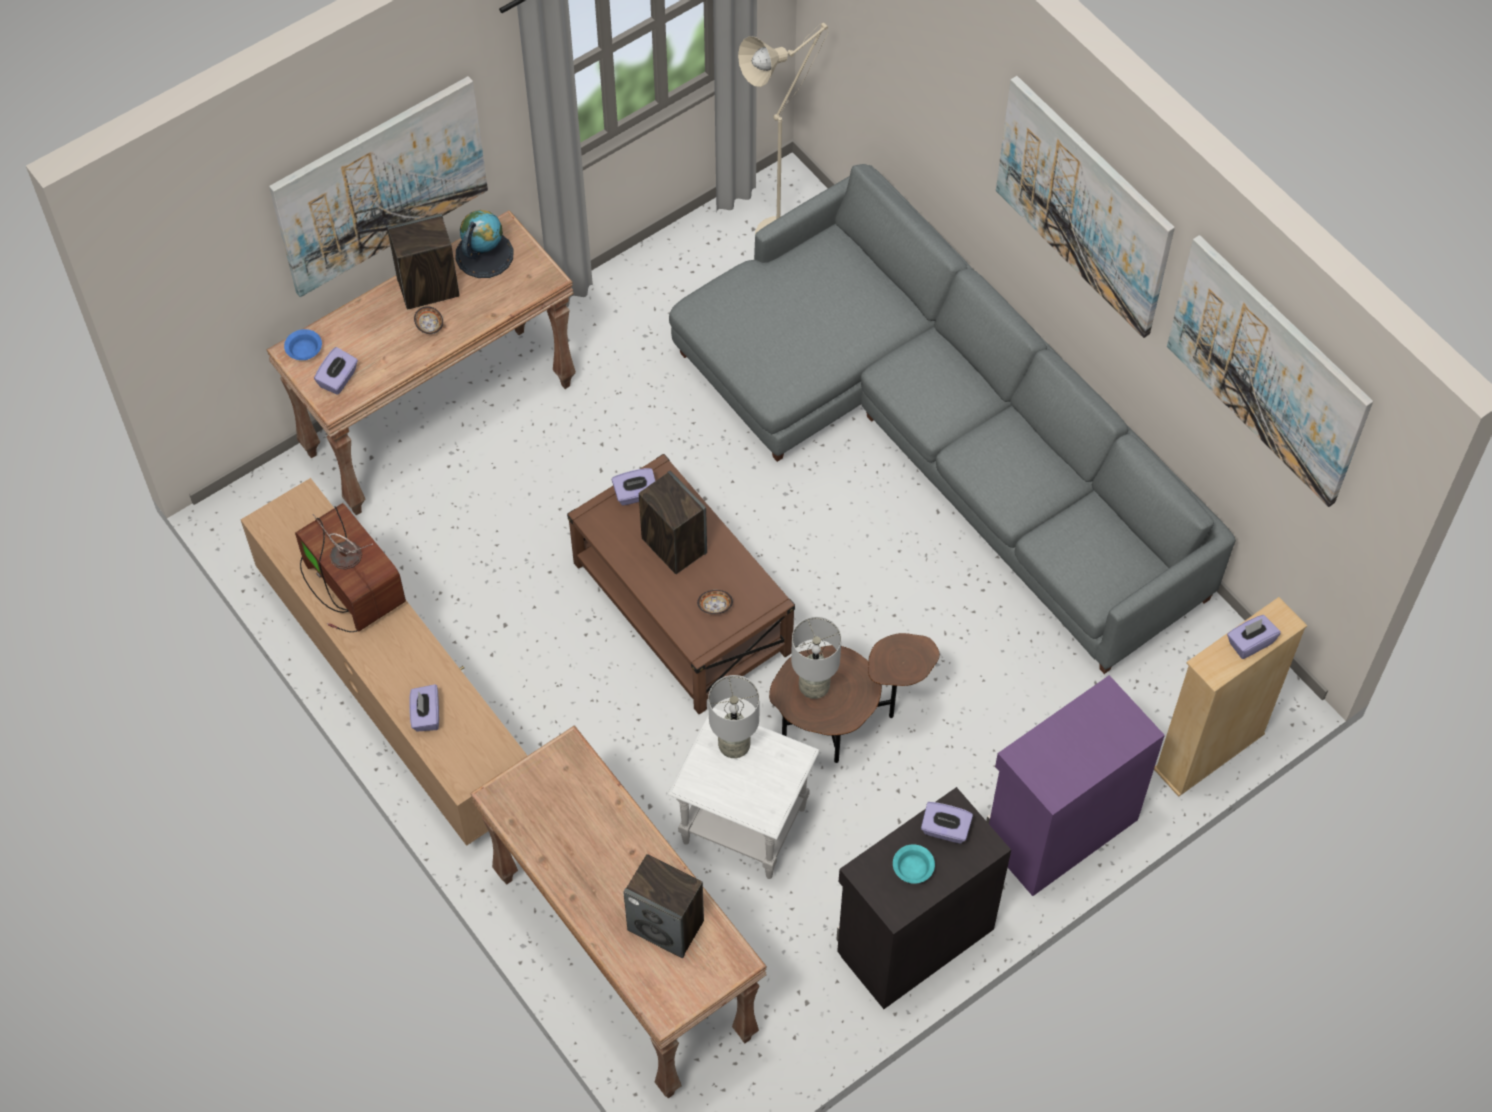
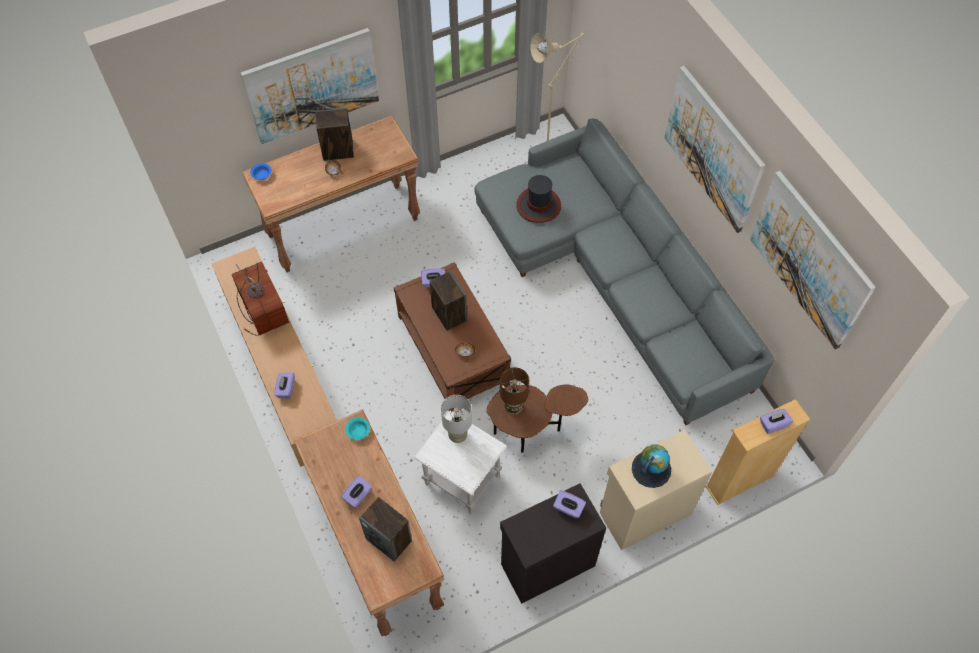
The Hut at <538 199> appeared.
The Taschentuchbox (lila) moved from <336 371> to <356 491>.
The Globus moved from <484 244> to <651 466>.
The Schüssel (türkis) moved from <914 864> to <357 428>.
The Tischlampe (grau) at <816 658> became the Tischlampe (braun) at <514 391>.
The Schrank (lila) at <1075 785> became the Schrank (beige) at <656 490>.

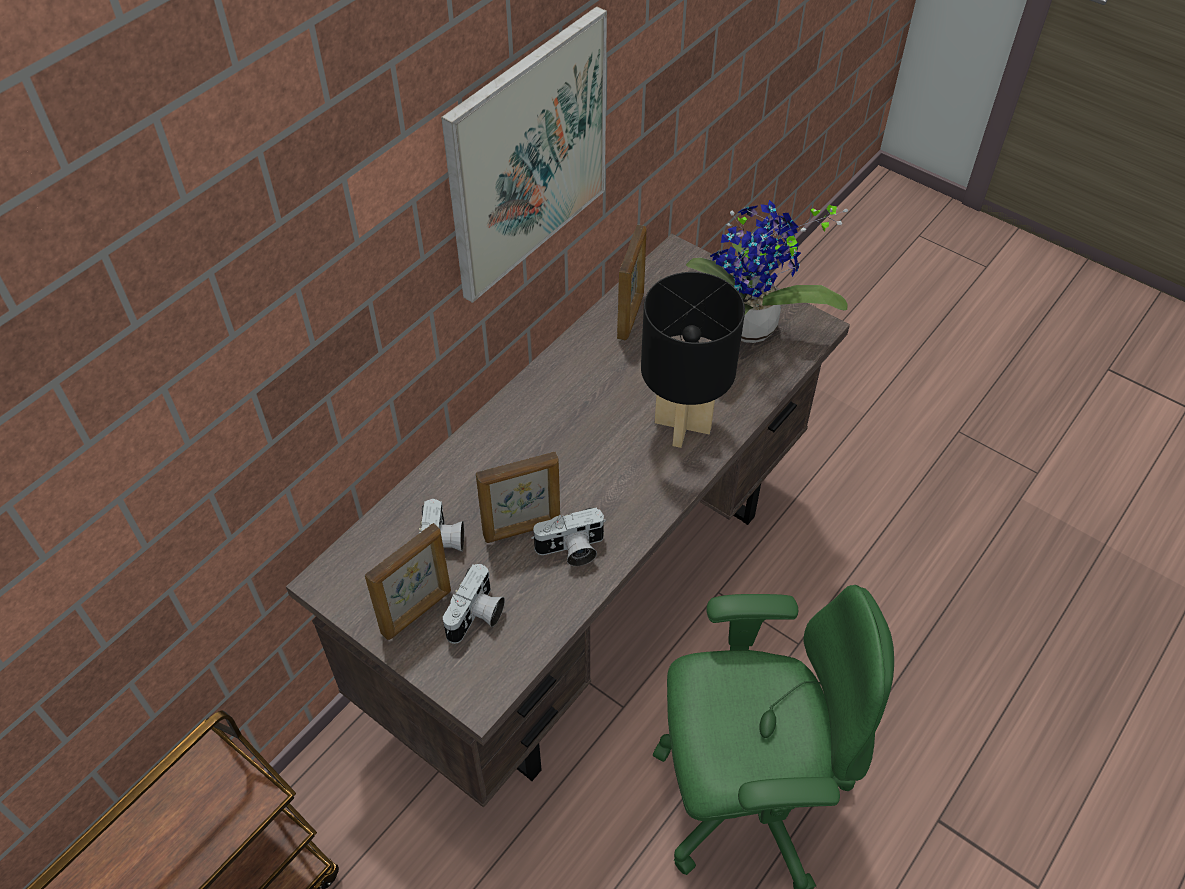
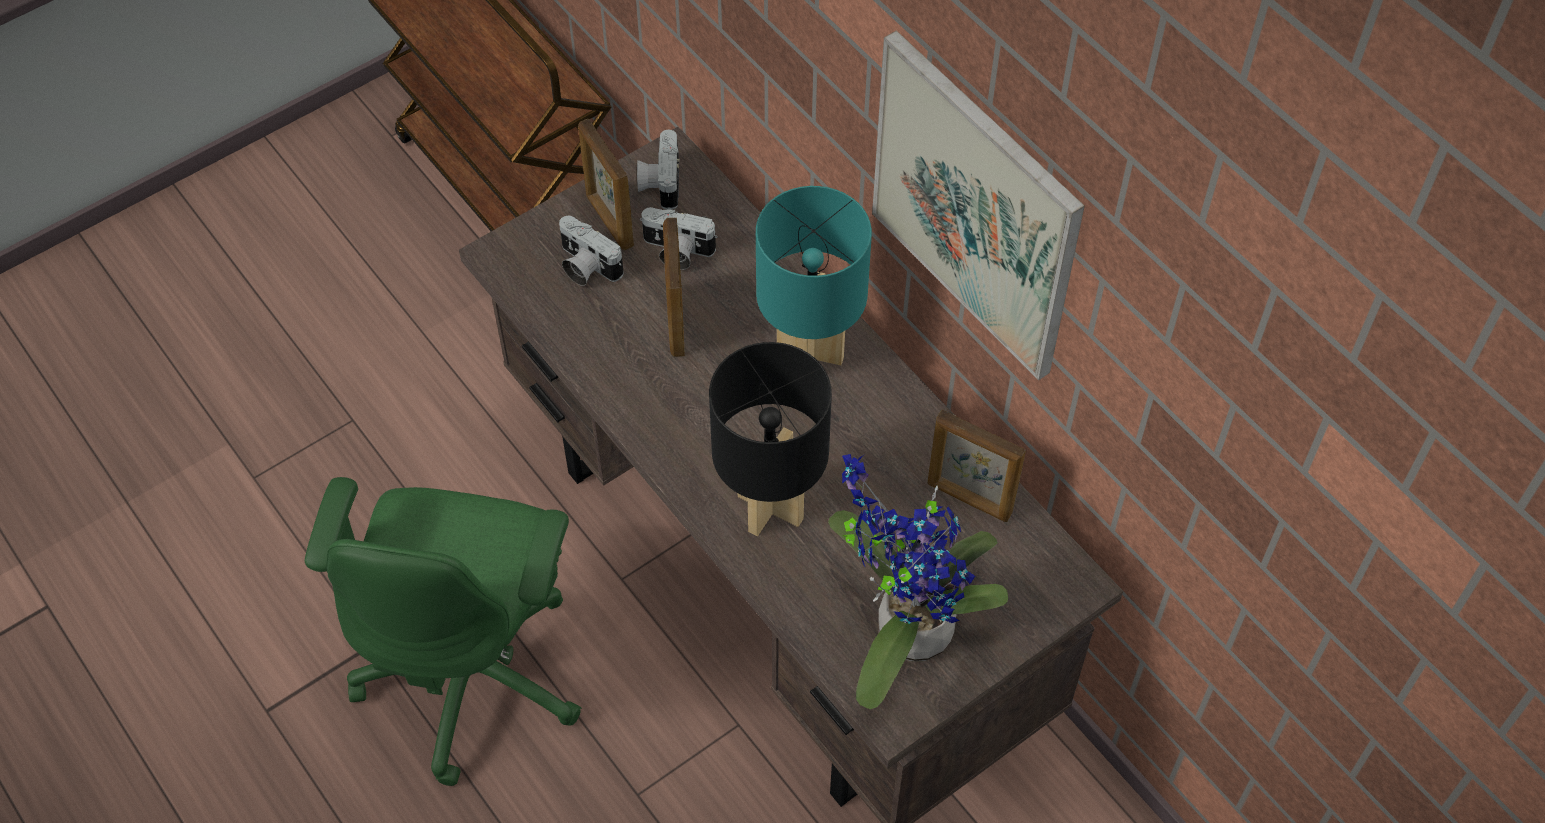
The Tischlampe (türkis) at <814 275> appeared.
The Kamera moved from <568 536> to <658 169>.

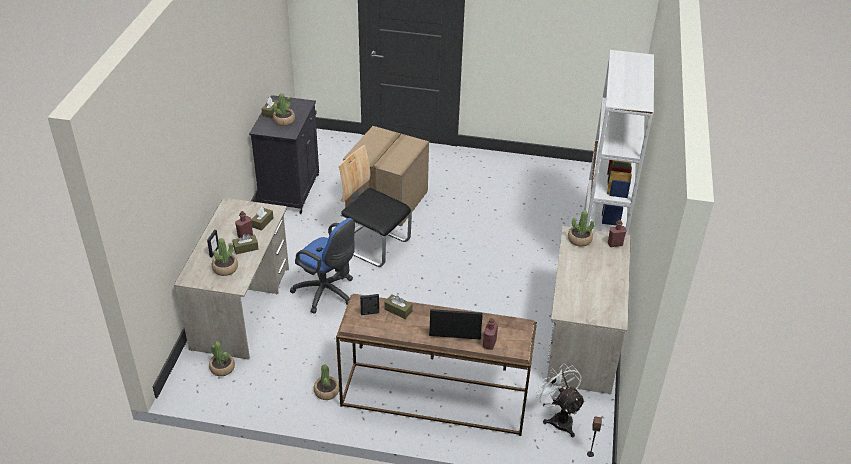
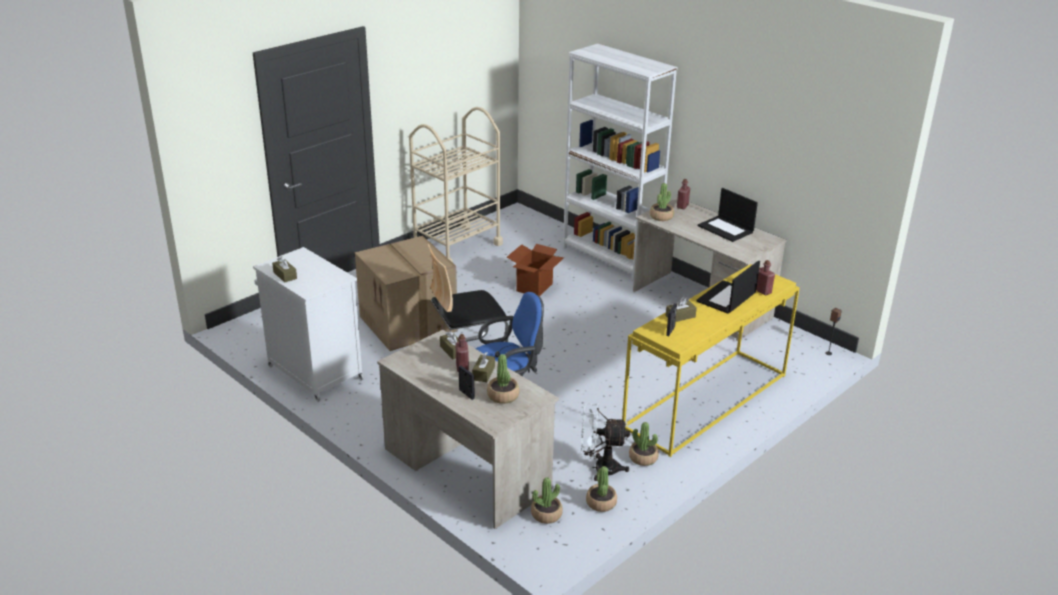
The Rollwagen (beige) at <456 185> appeared.
The Karton at <535 270> appeared.
The Laptop at <728 215> appeared.
The Topfpflanze moved from <284 109> to <601 489>.
The Ventilator (weiß) moved from <560 400> to <605 442>.
The Schrank (schwarz) at <284 154> became the Schrank (weiß) at <308 324>.
The Konsolentisch (braun) at <436 365> became the Konsolentisch (gelb) at <711 360>.

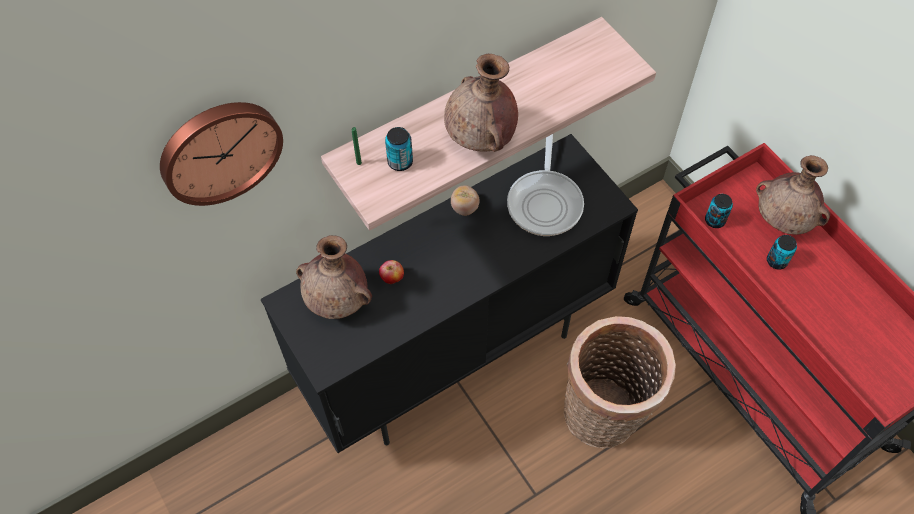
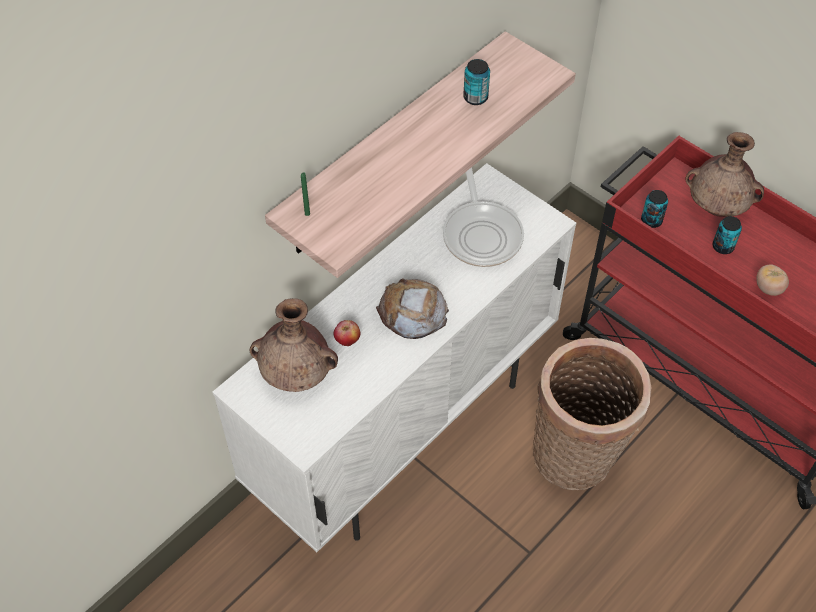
The Wanduhr at <221 154> disappeared.
The Vase (braun) at <481 103> disappeared.
The Brot at <412 308> appeared.
The Dose moved from <399 149> to <476 82>.
The Tomate moved from <465 200> to <772 280>.
The Schrank (schwarz) at <449 293> became the Schrank (weiß) at <394 357>.

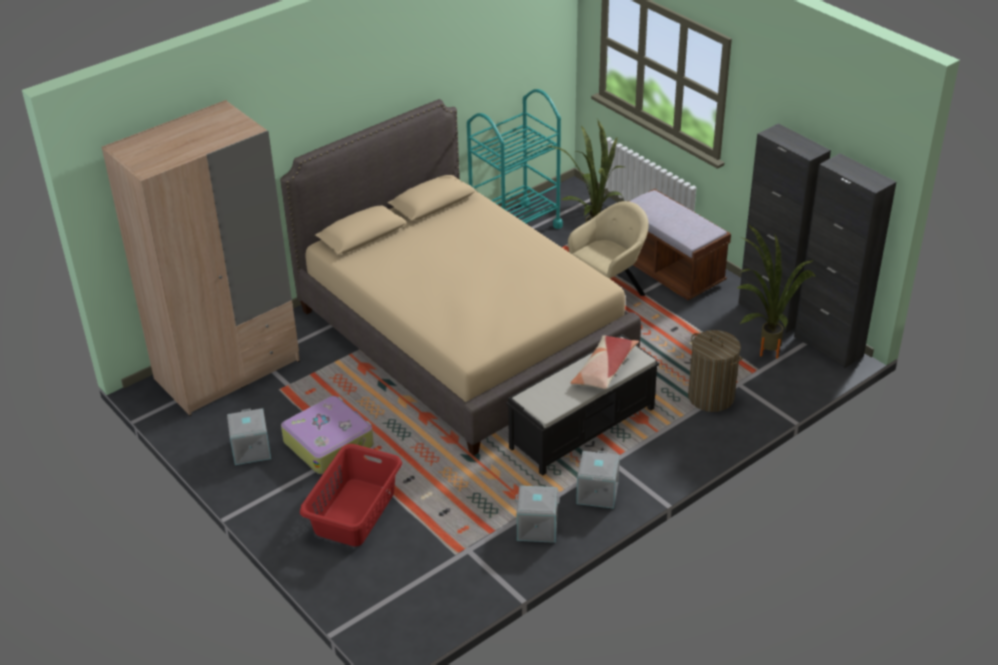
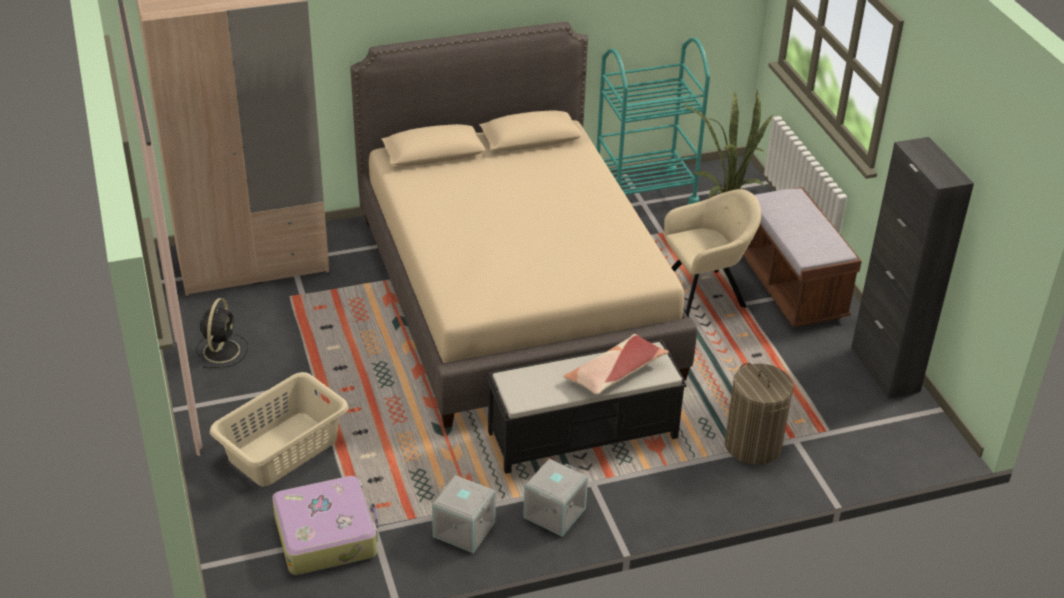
The Topfpflanze at <776 291> disappeared.
The Schrank (schwarz) at <845 261> disappeared.
The Koffer moved from <327 435> to <325 525>.
The Aufbewahrungsbox (grau) at <249 436> was replaced by the Ventilator (schwarz) at <222 333>.
The Wäschekorb (rot) at <351 495> became the Wäschekorb (beige) at <279 429>.

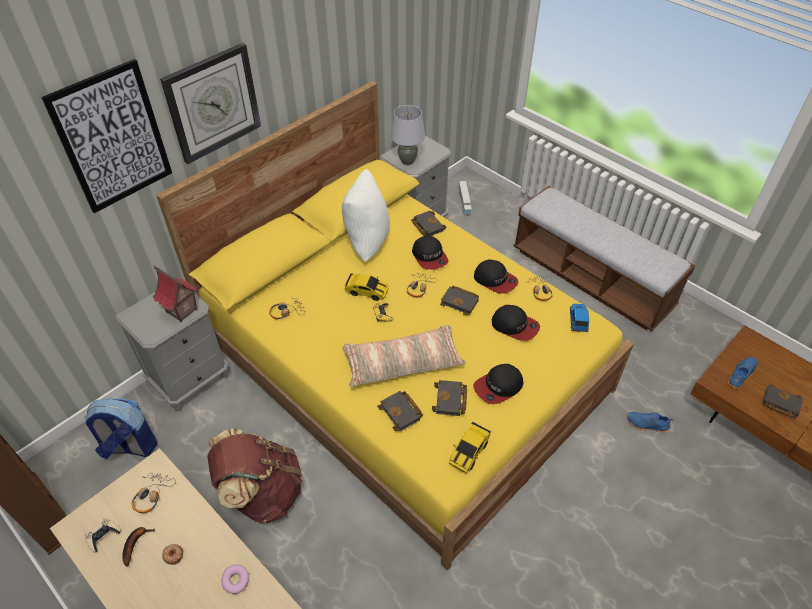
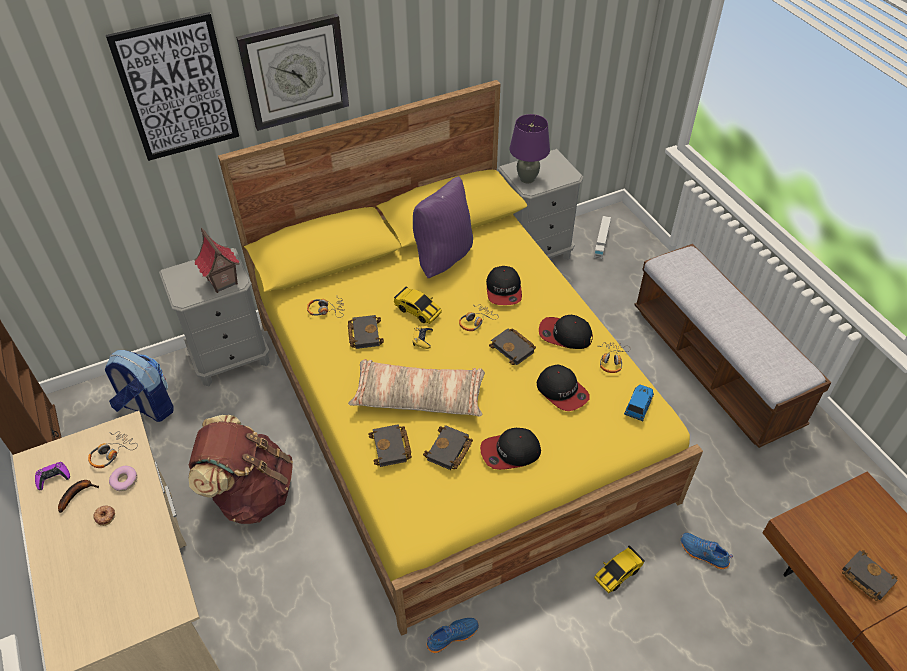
The Donut moved from <235 579> to <123 478>.
The Buch (schwarz) moved from <428 223> to <366 332>.
The Spielzeugauto moved from <470 447> to <619 569>.
The Schuh (blau) moved from <743 373> to <453 635>.
The Gamepad (beige) at <103 535> became the Gamepad (lila) at <52 476>.
The Kissen (weiß) at <366 215> became the Kissen (lila) at <443 227>.
The Tischlampe (grau) at <407 135> became the Tischlampe (lila) at <530 149>.
The Kappe at <496 276> turned 135 degrees clockwise.

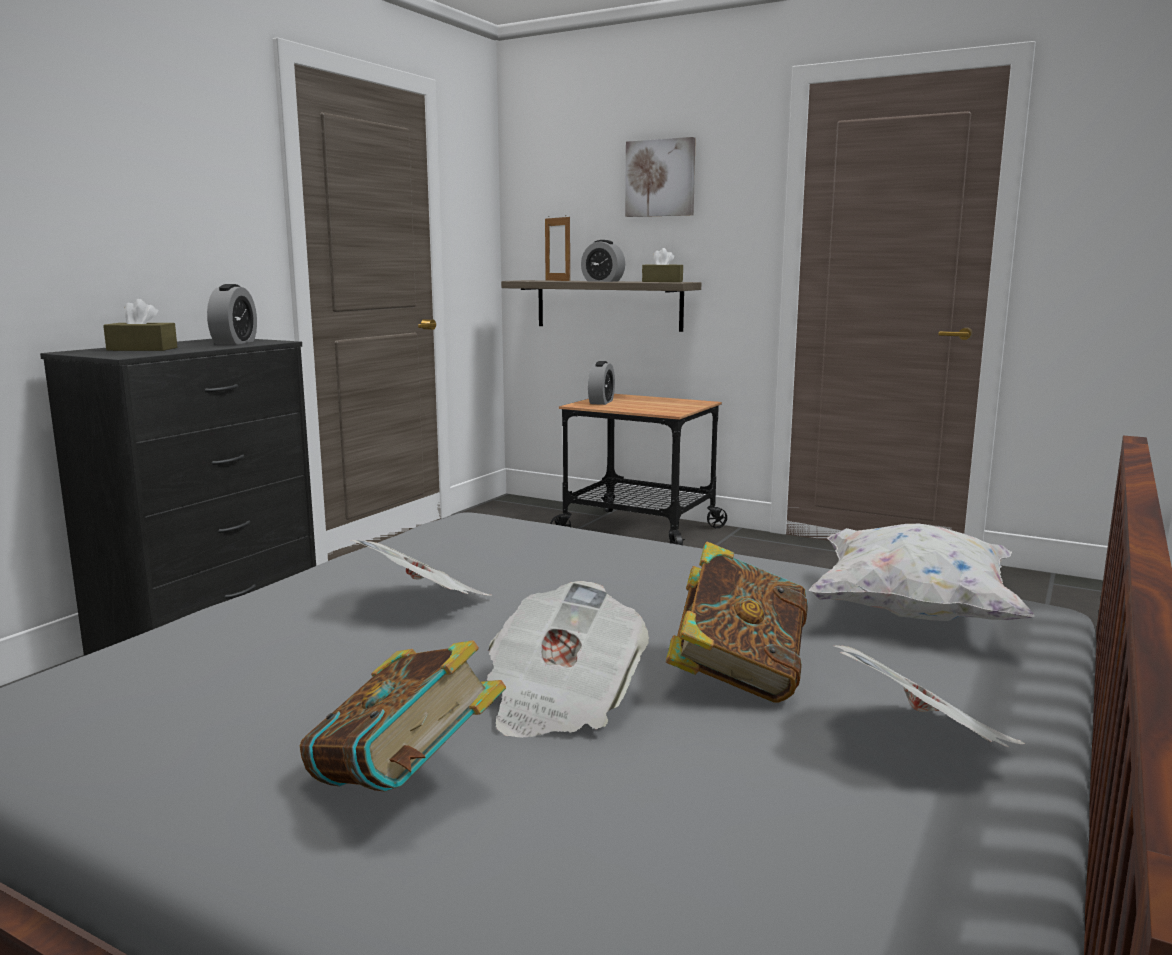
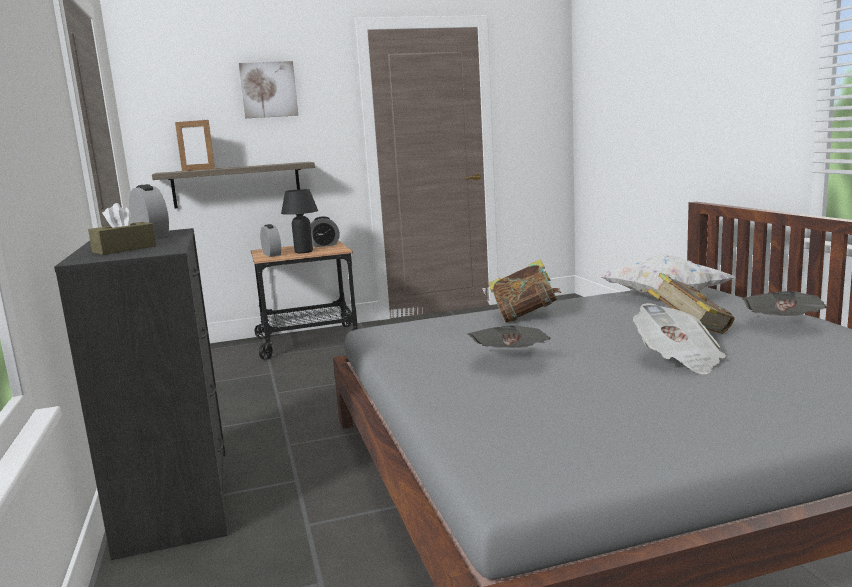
The Taschentuchbox (braun) at <662 265> disappeared.
The Tischlampe (schwarz) at <299 221> appeared.
The Buch moved from <403 716> to <524 291>.
The Wecker moved from <603 261> to <325 231>.

